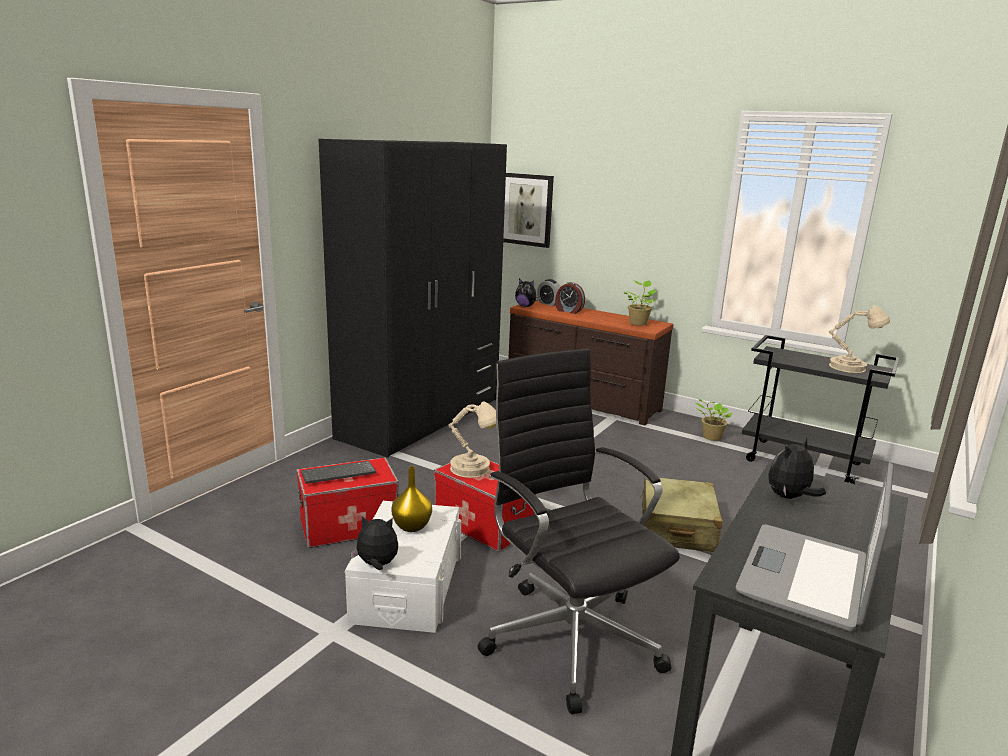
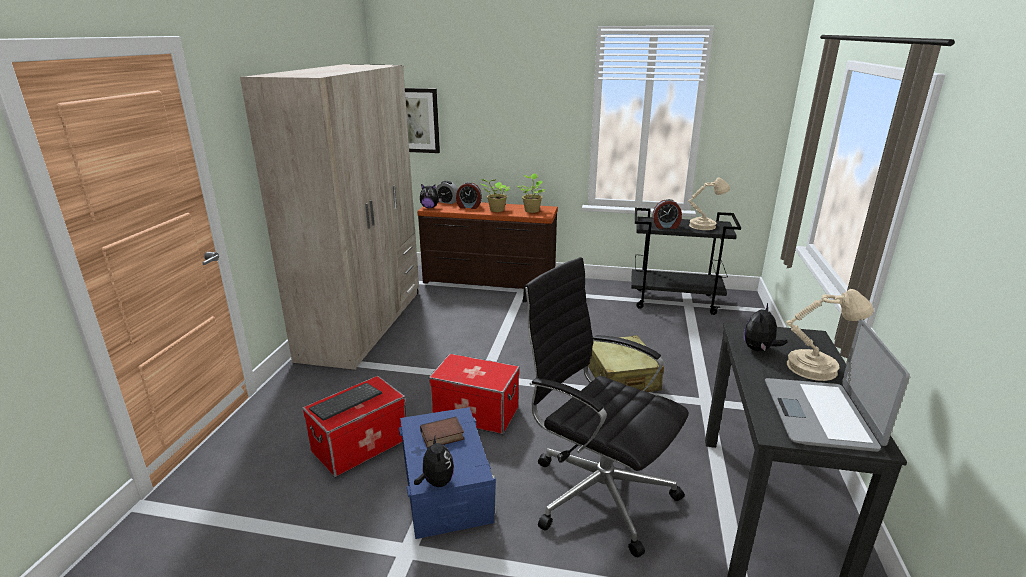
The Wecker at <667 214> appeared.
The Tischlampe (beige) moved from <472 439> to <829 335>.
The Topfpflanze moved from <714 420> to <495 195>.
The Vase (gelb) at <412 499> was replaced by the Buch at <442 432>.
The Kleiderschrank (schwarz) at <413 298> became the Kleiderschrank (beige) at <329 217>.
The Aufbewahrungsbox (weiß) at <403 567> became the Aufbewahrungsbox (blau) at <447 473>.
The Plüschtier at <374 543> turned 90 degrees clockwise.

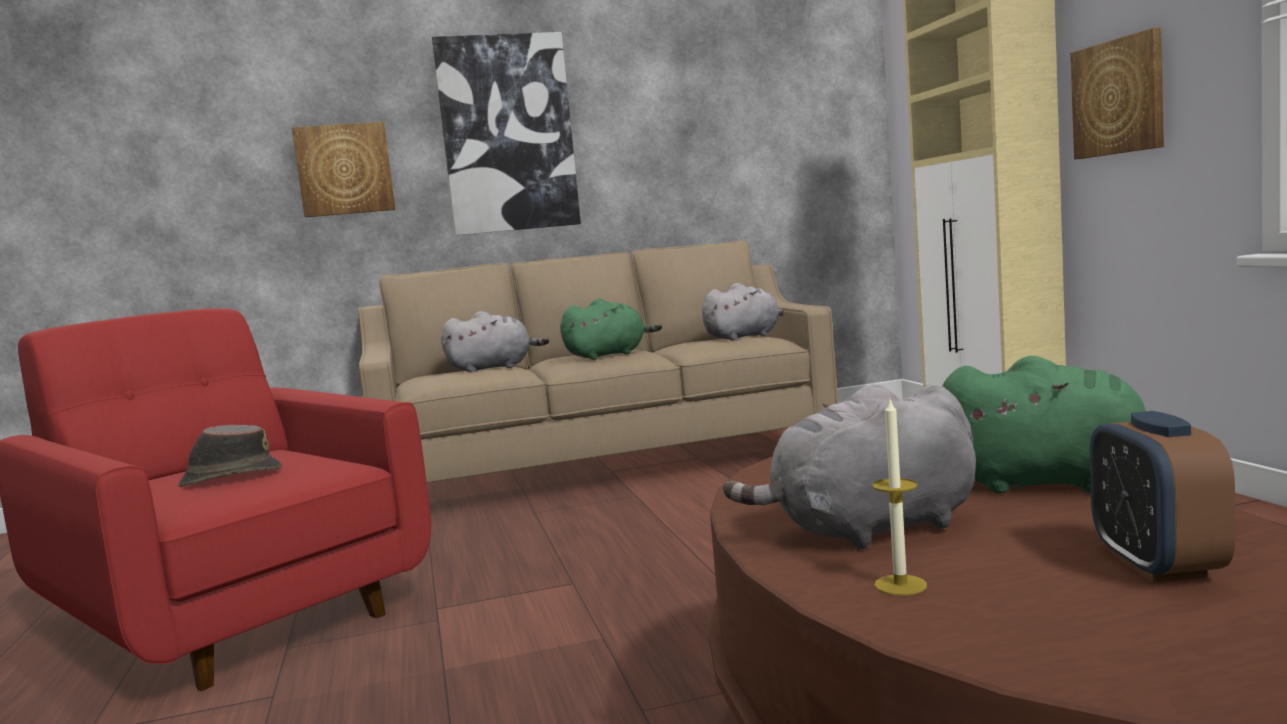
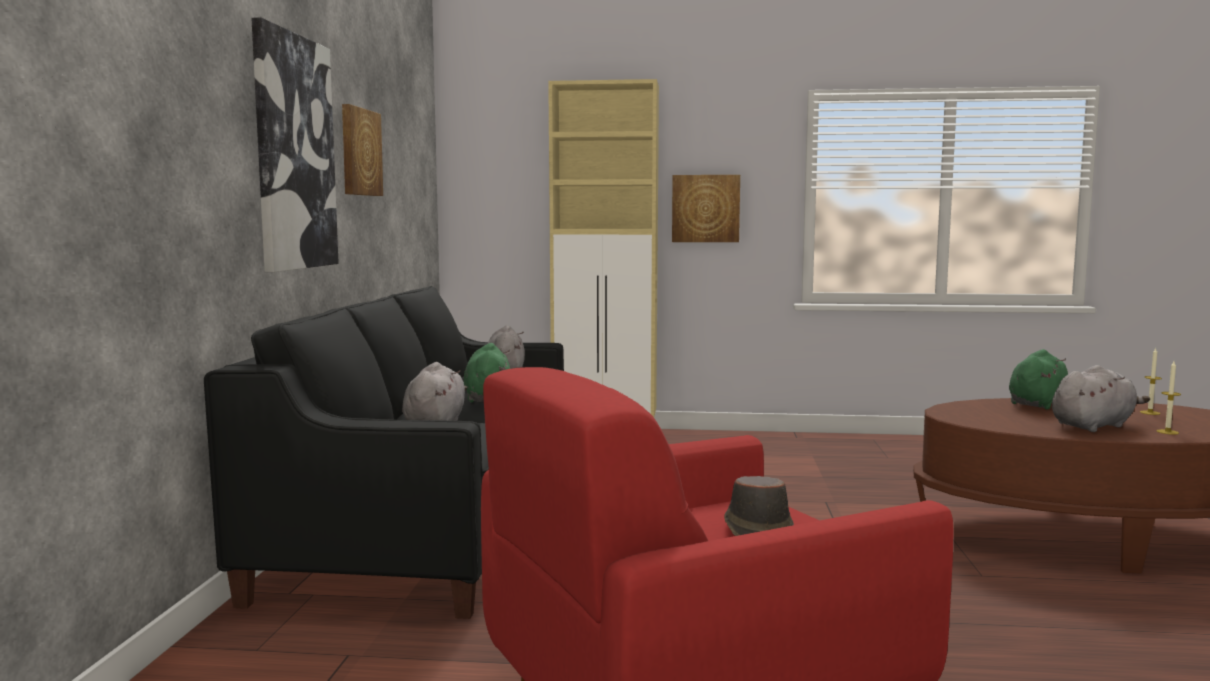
The Bild moved from <343 169> to <362 150>.
The Wecker at <1162 496> was replaced by the Kerze at <1151 381>.
The Sofa (beige) at <598 361> became the Sofa (schwarz) at <384 452>.
The Plüschtier (grau) at <849 467> turned 120 degrees counterclockwise.

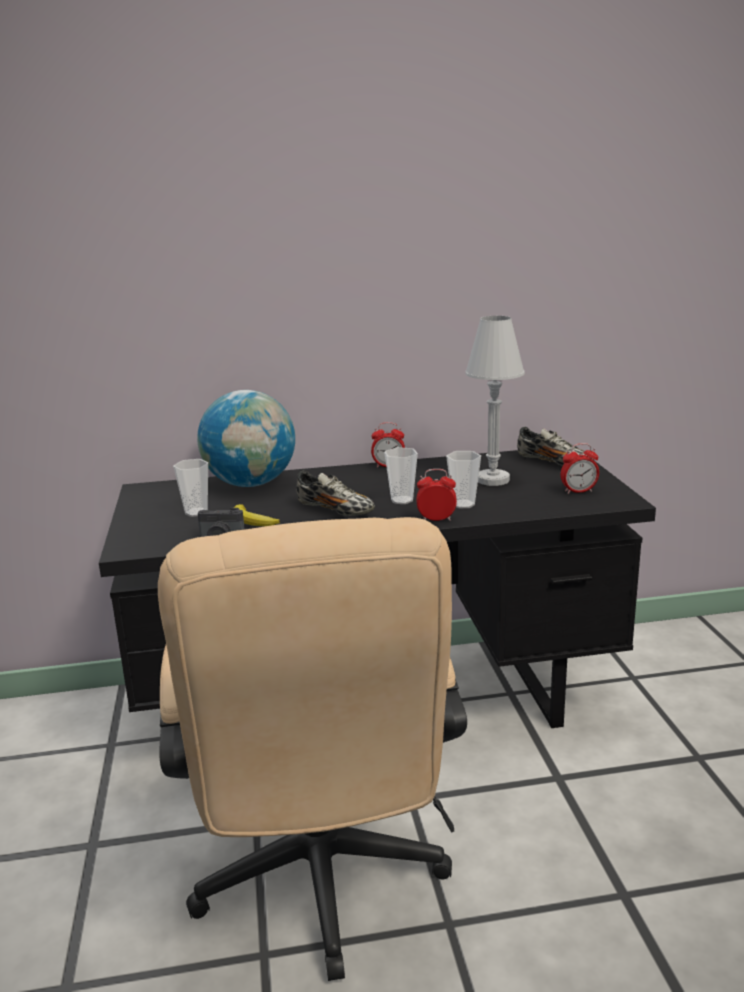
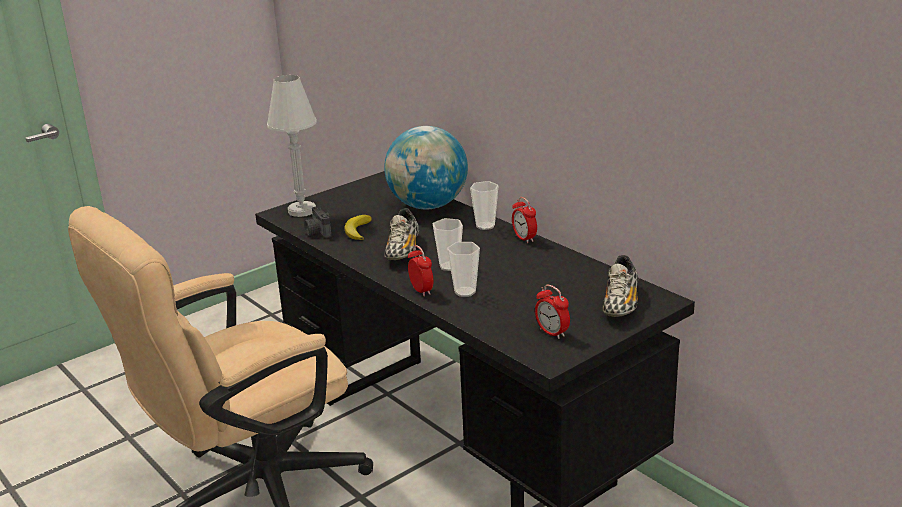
The Tasse moved from <190 488> to <484 205>.
The Tischlampe (weiß) moved from <495 401> to <292 146>.

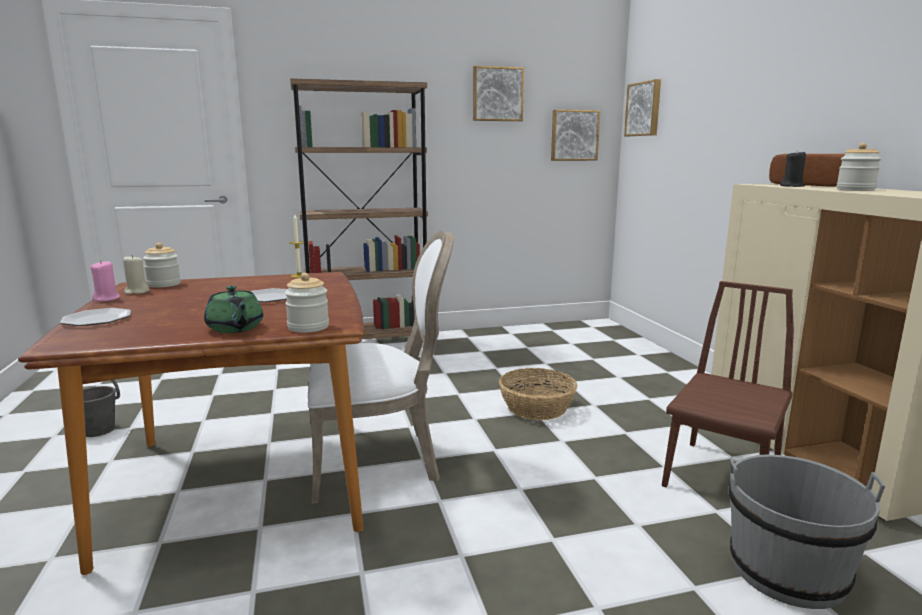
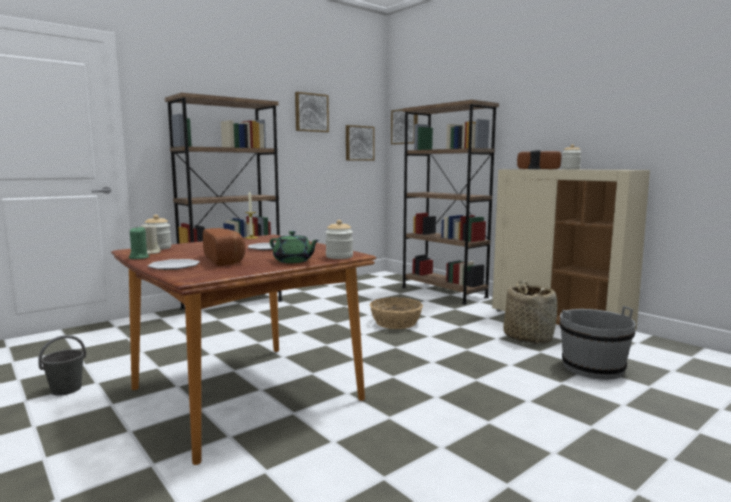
The Stuhl (weiß) at <381 367> disappeared.
The Brot at <224 247> appeared.
The Bücherregal (braun) at <450 202> appeared.
The Stuhl (braun) at <728 384> was replaced by the Korb at <530 312>.
The Kerze (rosa) at <105 281> became the Kerze (grün) at <139 242>.

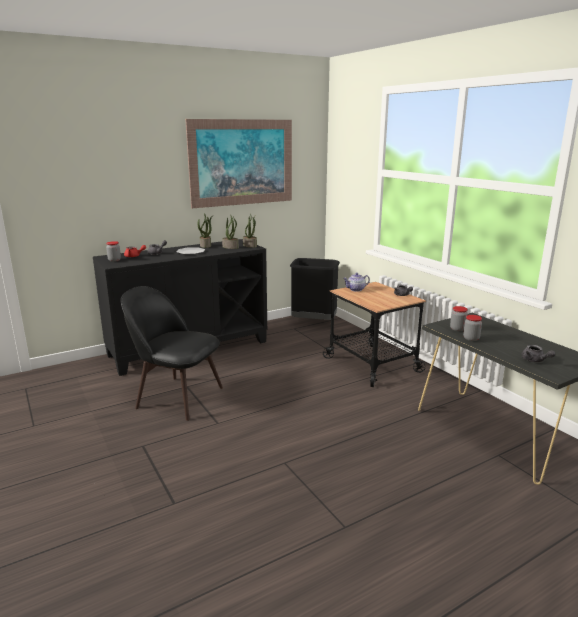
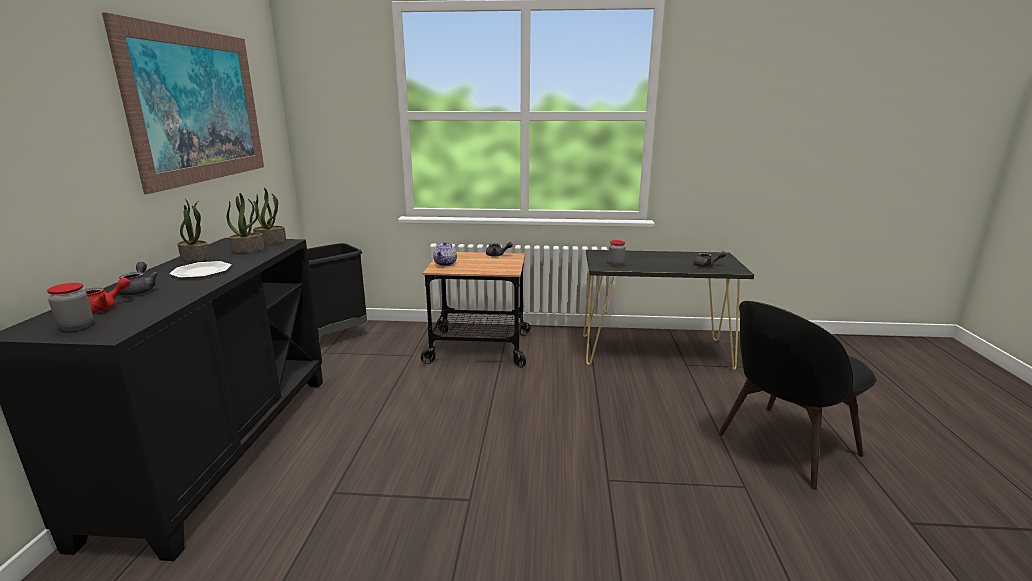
The Vorratsglas at <472 328> disappeared.
The Stuhl (schwarz) moved from <172 353> to <797 395>.

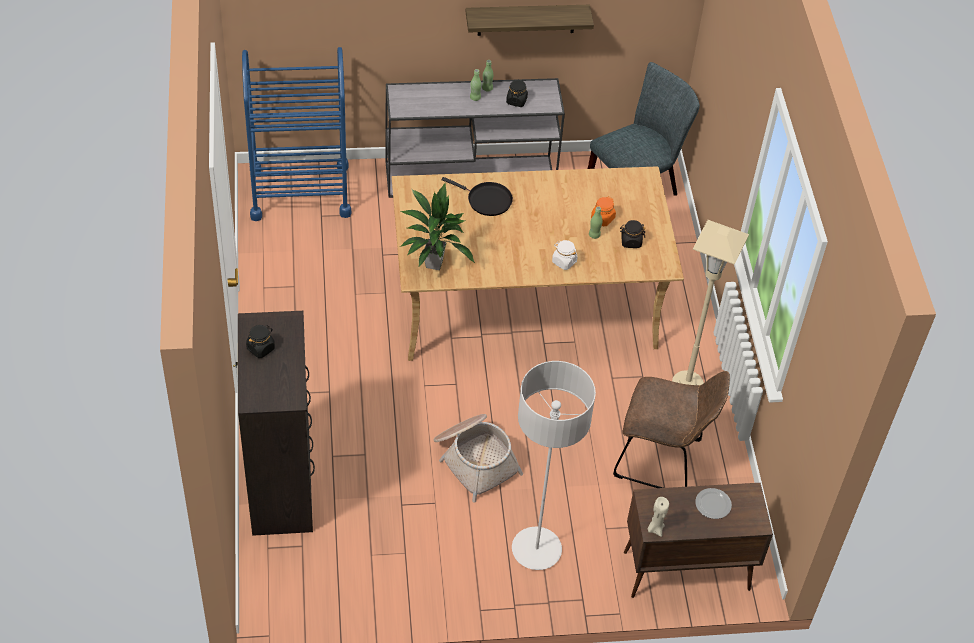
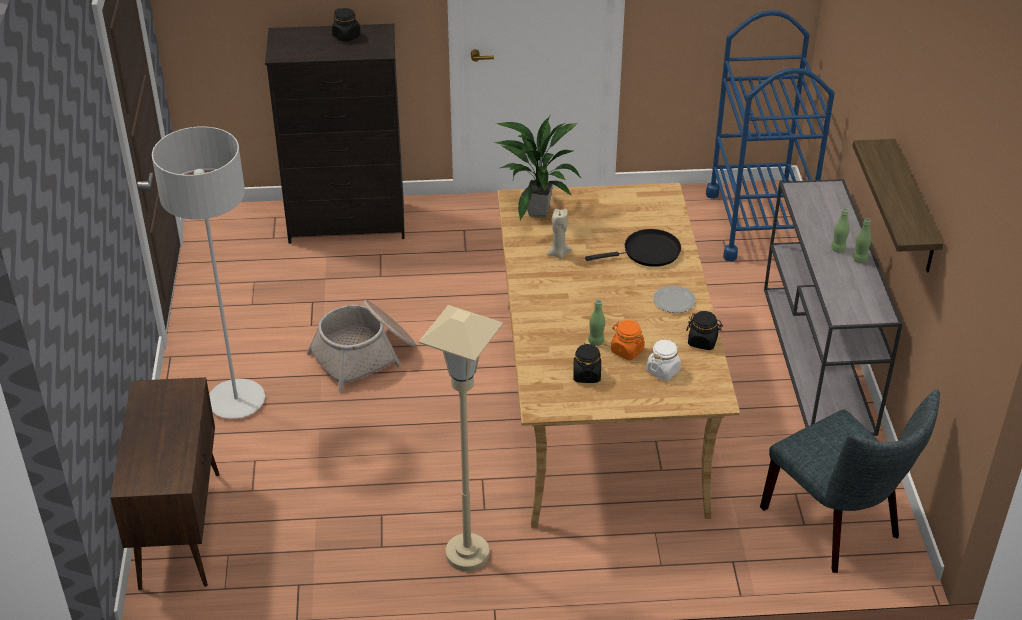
The Stuhl (braun) at <671 429> disappeared.
The Vorratsglas (schwarz) moved from <517 93> to <704 330>.
The Vorratsglas (weiß) moved from <564 255> to <664 360>.
The Kerze (beige) moved from <658 517> to <559 234>.
The Teller moved from <713 503> to <674 299>.
The Pfanne (schwarz) at <477 196> turned 135 degrees counterclockwise.

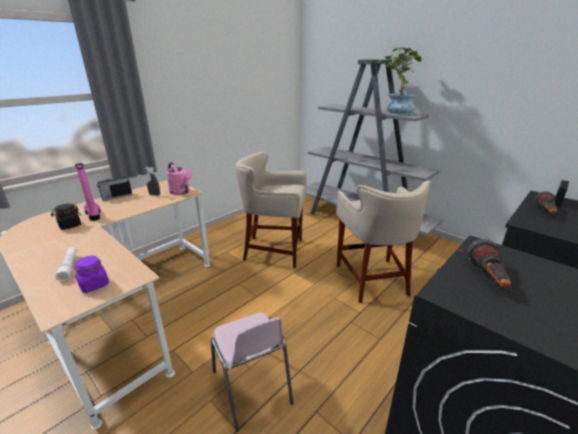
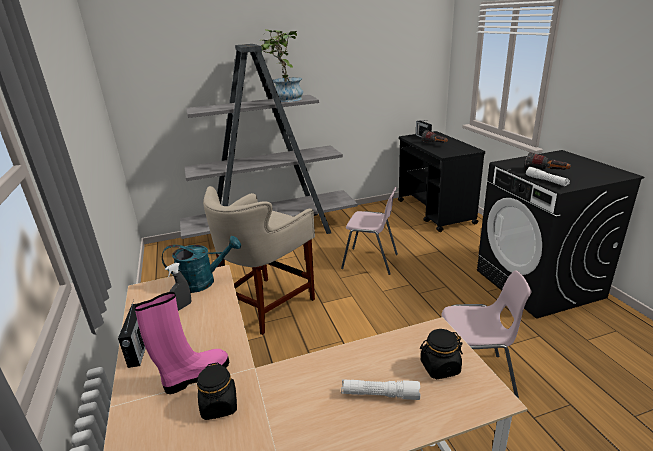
The Taschenlampe (weiß) at <548 176> appeared.
The Hocker (beige) at <383 242> was replaced by the Stuhl (rosa) at <369 231>.
The Vorratsglas (lila) at <92 274> became the Vorratsglas (schwarz) at <441 354>.
The Gießkanne (rosa) at <179 178> became the Gießkanne (türkis) at <201 264>.
The Stiefel (rosa) at <88 192> turned 150 degrees clockwise.

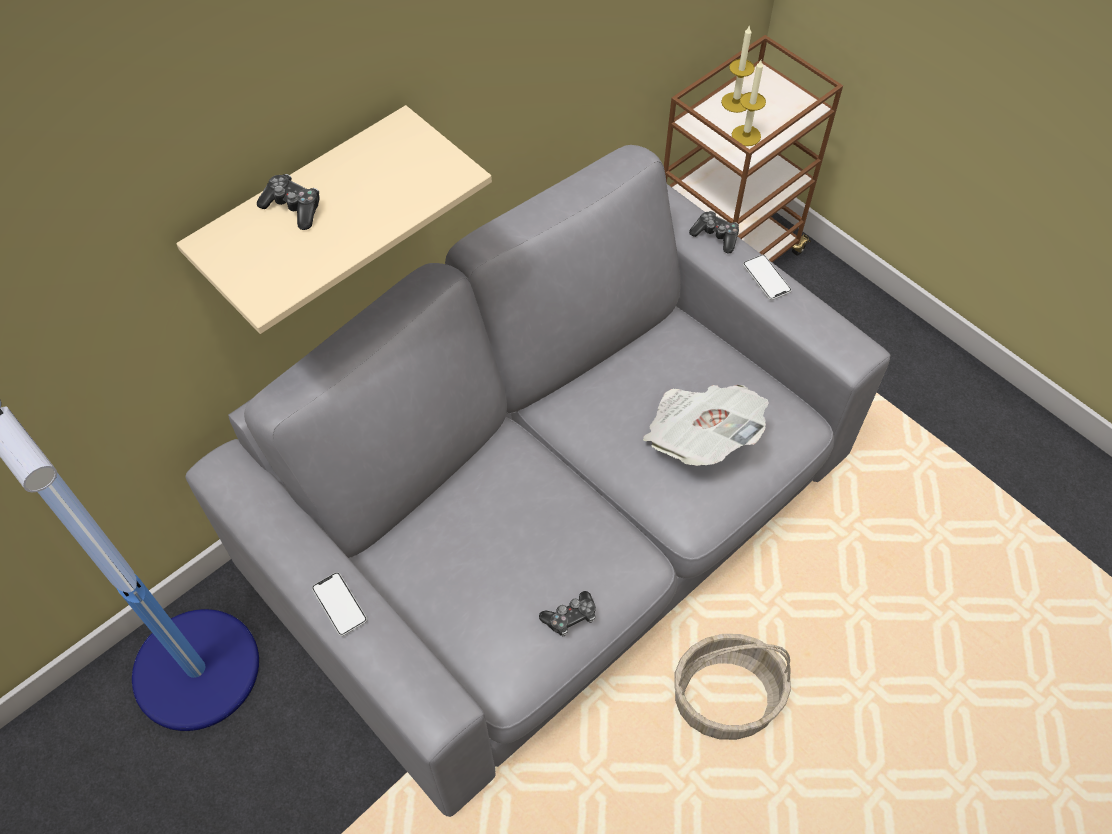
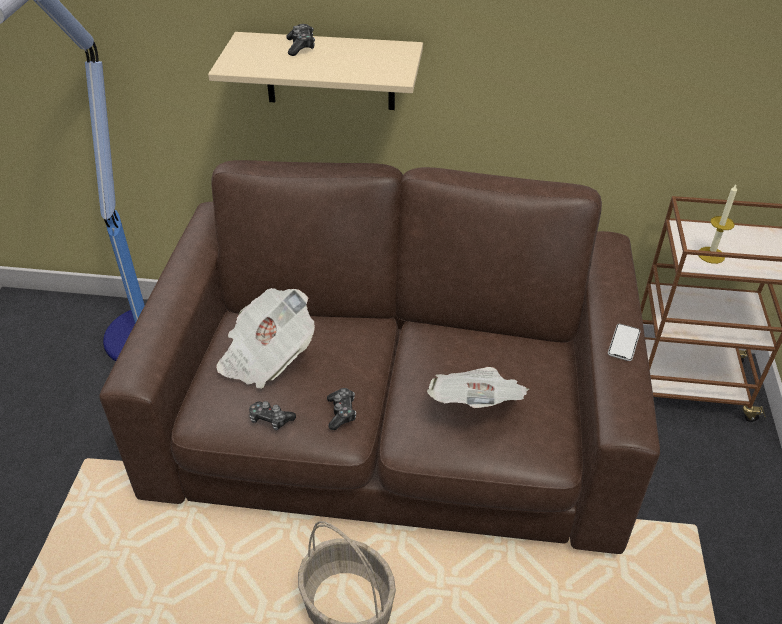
The Handy at <339 604> disappeared.
The Kerze at <738 69> disappeared.
The Zeitung at <265 338> appeared.
The Gamepad moved from <714 232> to <341 409>.
The Sofa (grau) at <537 481> became the Sofa (braun) at <379 357>.

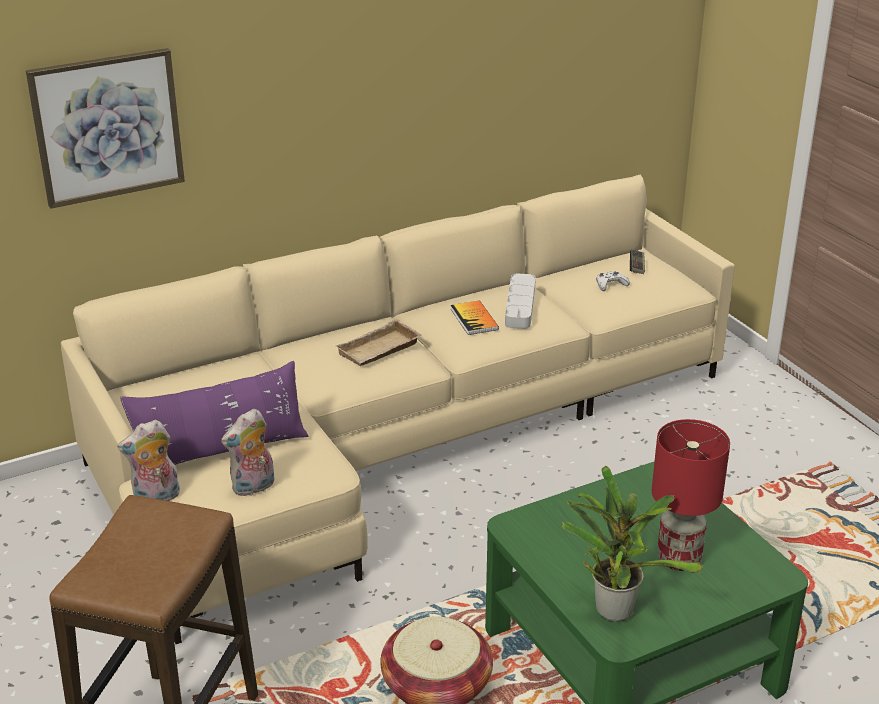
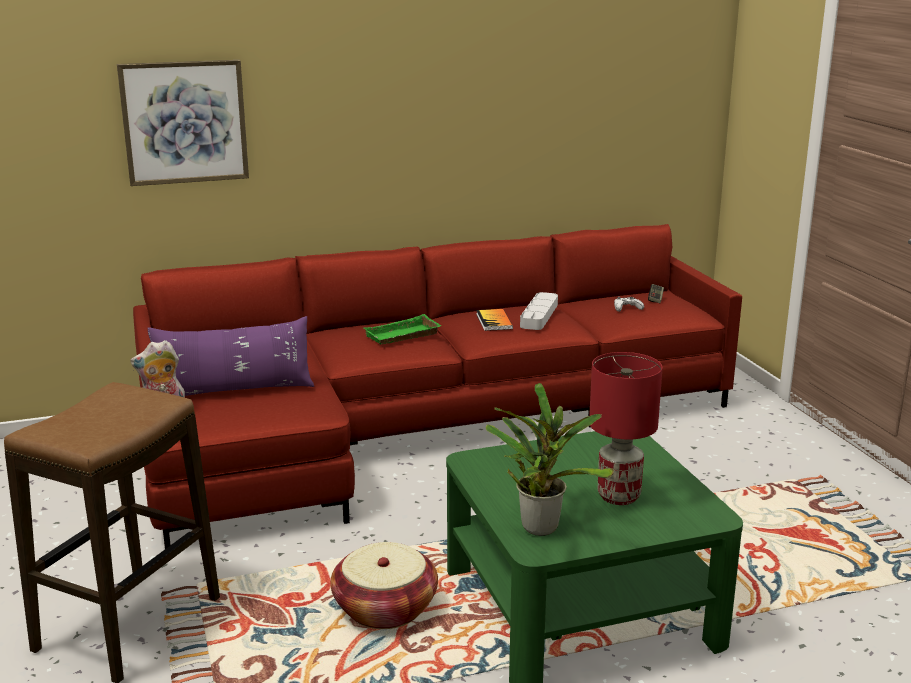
The Plüschtier at <247 452> disappeared.
The Sofa (beige) at <398 409> became the Sofa (rot) at <437 386>.
The Tablett (beige) at <378 342> became the Tablett (grün) at <402 329>.

